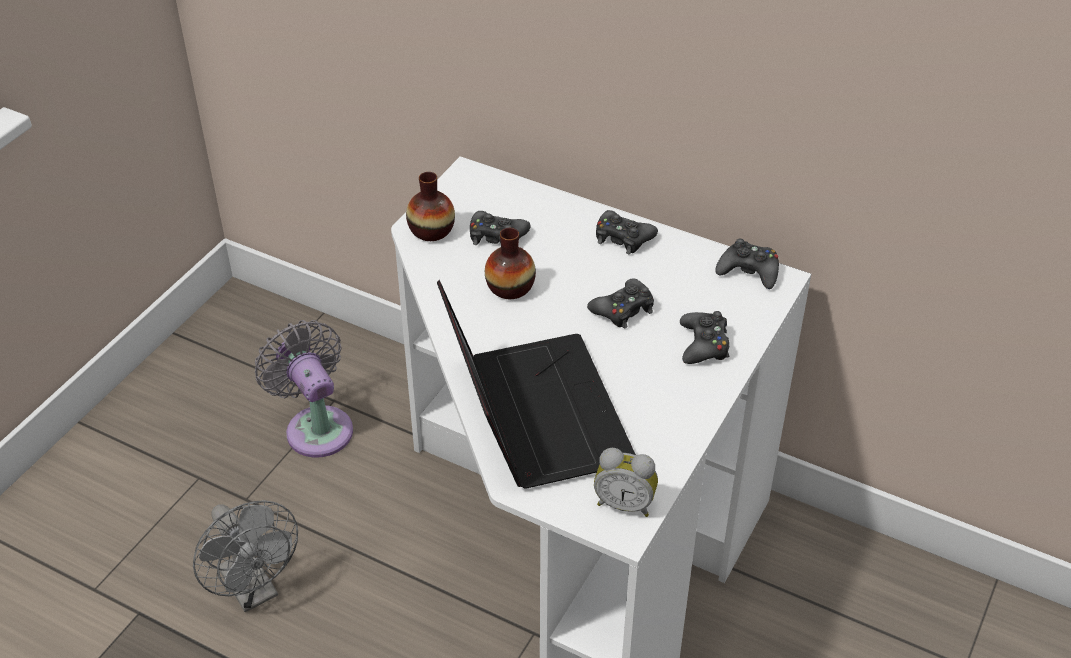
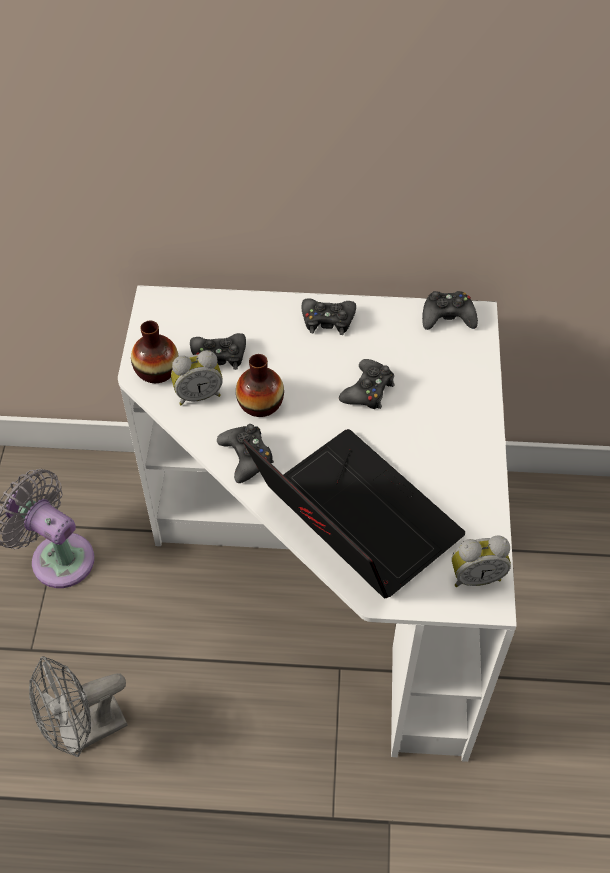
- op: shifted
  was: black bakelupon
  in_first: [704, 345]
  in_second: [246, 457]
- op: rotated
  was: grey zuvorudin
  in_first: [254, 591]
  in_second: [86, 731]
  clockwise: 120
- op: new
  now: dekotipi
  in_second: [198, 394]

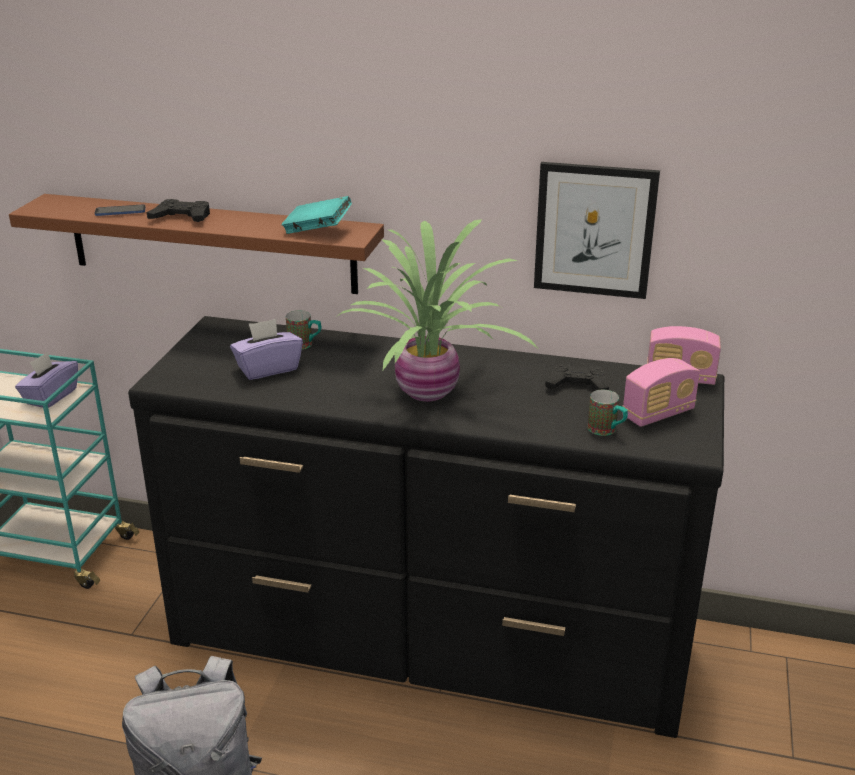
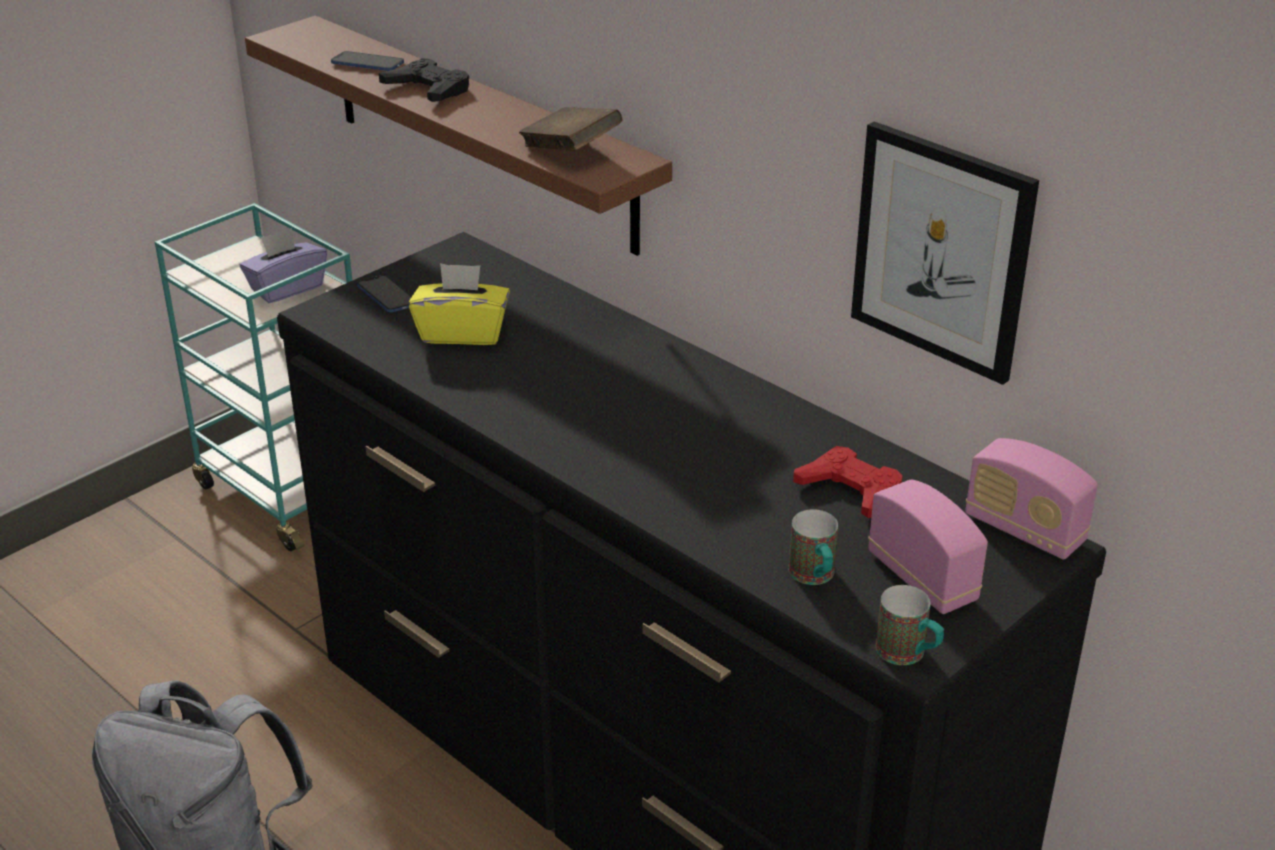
- op: repainted
  was: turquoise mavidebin
  now: brown mavidebin
  in_first: [317, 230]
  in_second: [570, 151]
- op: gone
  was: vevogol
  in_first: [429, 393]
- op: shifted
  was: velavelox
  in_first: [305, 345]
  in_second: [908, 655]
- op: repainted
  was: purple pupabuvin
  now: yellow pupabuvin
  in_first: [268, 368]
  in_second: [462, 333]
- op: rotated
  was: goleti
  in_first: [658, 414]
  in_second: [922, 578]
  clockwise: -120
- op: repainted
  was: black bakelupon
  now: red bakelupon
  in_first: [577, 385]
  in_second: [850, 490]
- op: new
  now: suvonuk
  in_second: [387, 296]

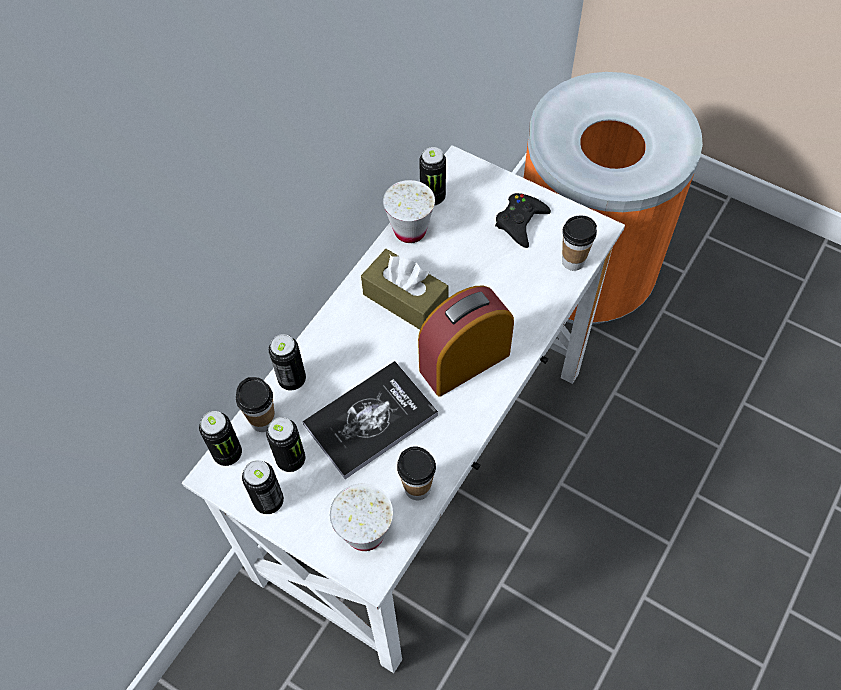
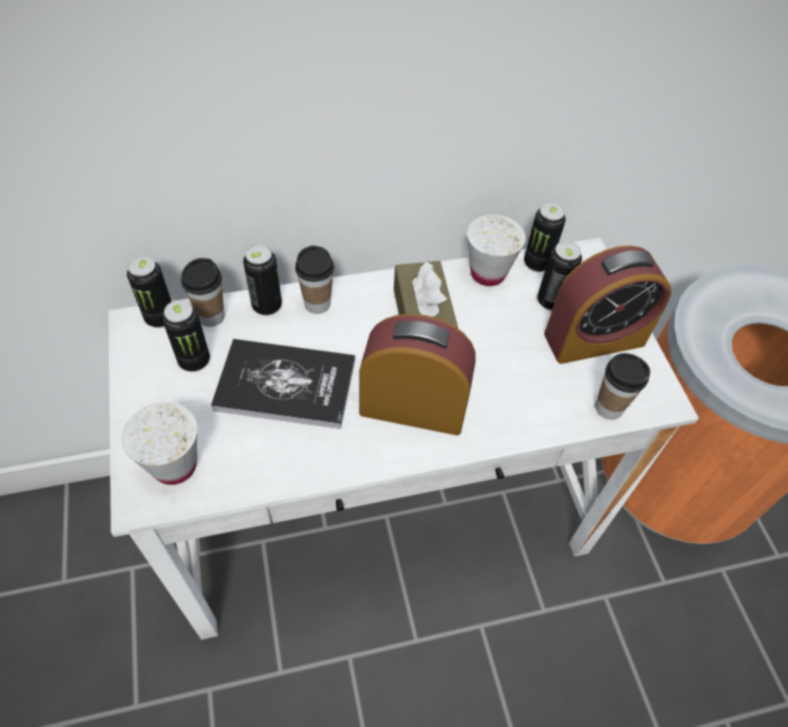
- op: swapped
  was: black bakelupon
  now: dekotipi
  in_first: [520, 222]
  in_second: [594, 339]
- op: shifted
  was: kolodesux
  in_first: [417, 488]
  in_second: [317, 304]
- op: shifted
  was: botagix
  in_first: [269, 501]
  in_second: [551, 301]

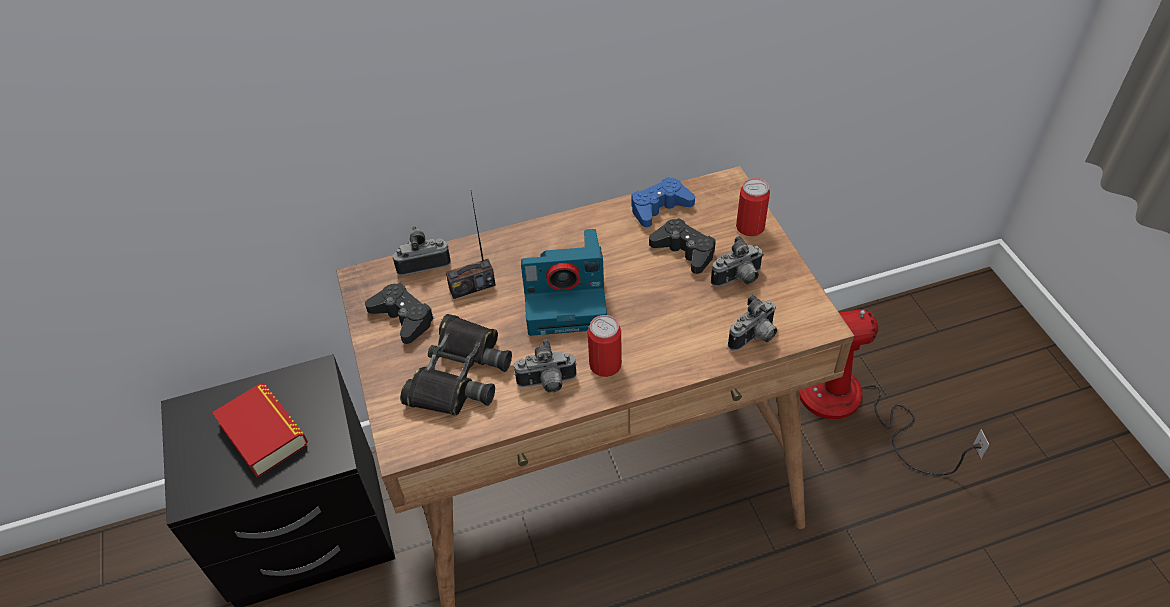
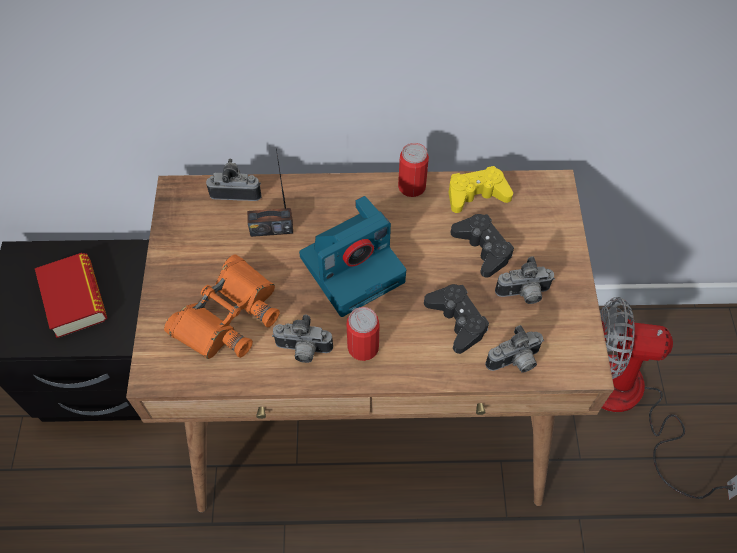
- op: repainted
  was: blue bakelupon
  now: yellow bakelupon
  in_first: [659, 208]
  in_second: [476, 194]
- op: shifted
  was: botagix
  in_first: [750, 227]
  in_second: [412, 186]
- op: rotated
  was: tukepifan
  in_first: [567, 299]
  in_second: [353, 267]
  clockwise: -45
- op: shifted
  was: black bakelupon
  in_first: [403, 318]
  in_second: [457, 320]
- op: repainted
  was: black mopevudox
  now: orange mopevudox
  in_first: [459, 374]
  in_second: [228, 316]

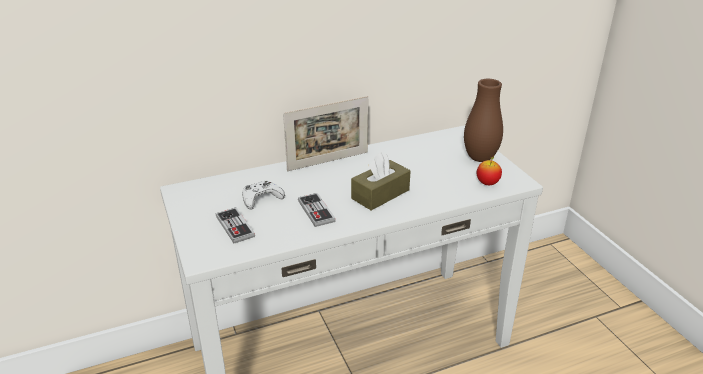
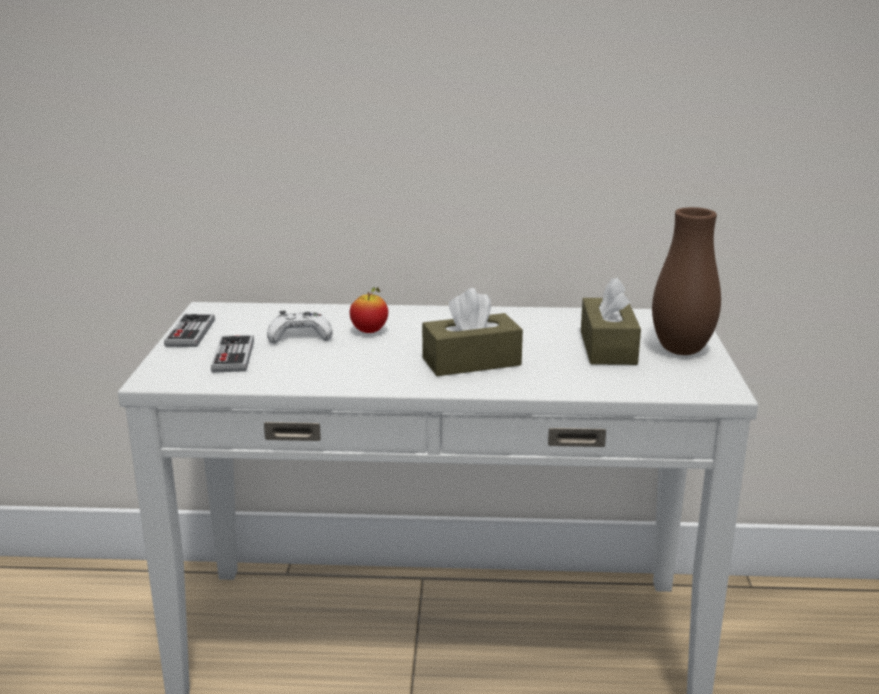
- op: gone
  was: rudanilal
  in_first: [328, 161]
- op: shifted
  was: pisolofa
  in_first: [487, 183]
  in_second: [369, 331]
- op: shifted
  was: bakelupon
  in_first: [316, 211]
  in_second: [190, 333]
- op: new
  now: brown pupabuvin
  in_second: [608, 347]

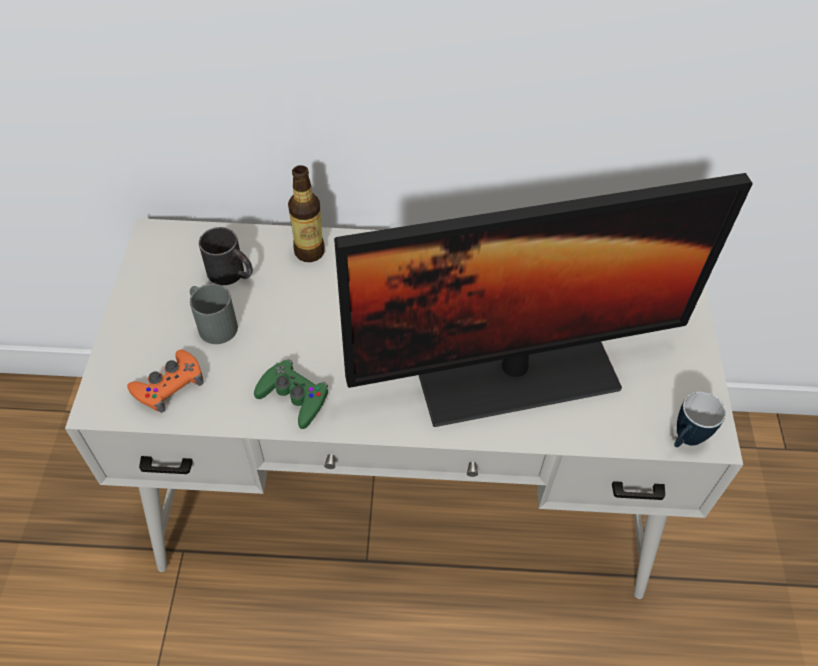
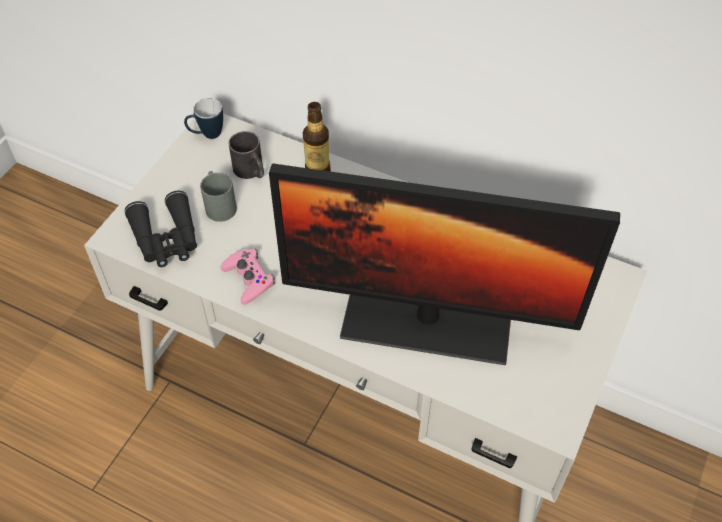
- op: swapped
  was: orange bakelupon
  now: black mopevudox
  in_first: [169, 385]
  in_second: [166, 239]
- op: repainted
  was: green bakelupon
  now: pink bakelupon
  in_first: [293, 397]
  in_second: [249, 279]
- op: shifted
  was: velavelox
  in_first: [684, 440]
  in_second: [207, 135]

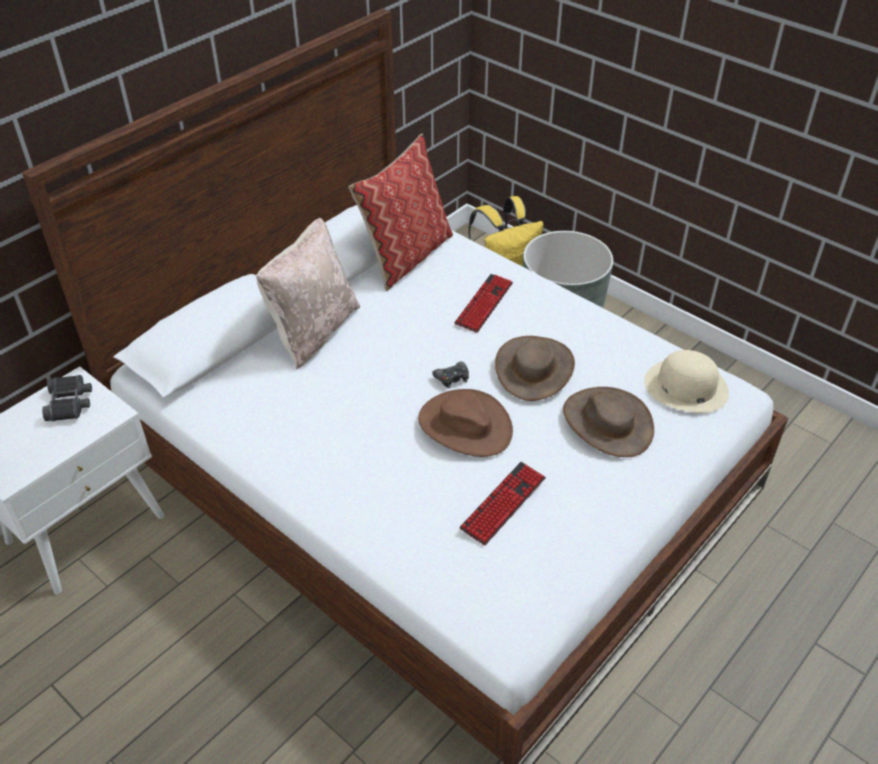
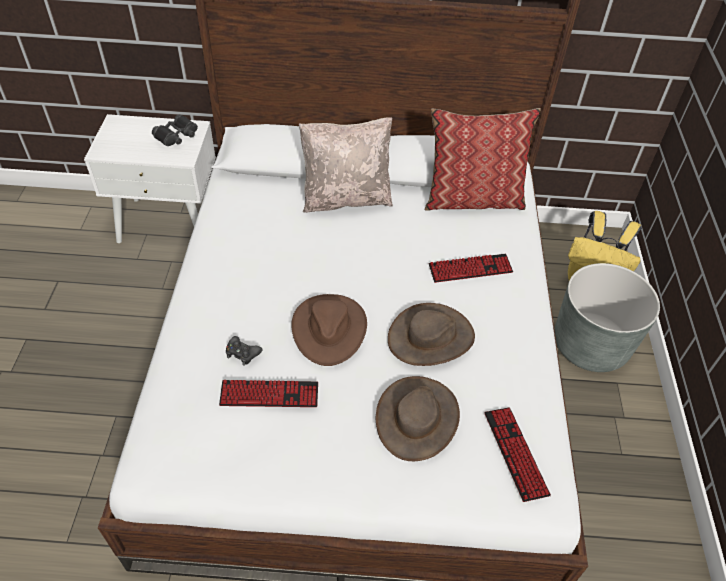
- op: swapped
  was: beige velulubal
  now: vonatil
  in_first: [685, 386]
  in_second: [515, 453]
- op: shifted
  was: black bakelupon
  in_first: [452, 378]
  in_second: [242, 353]

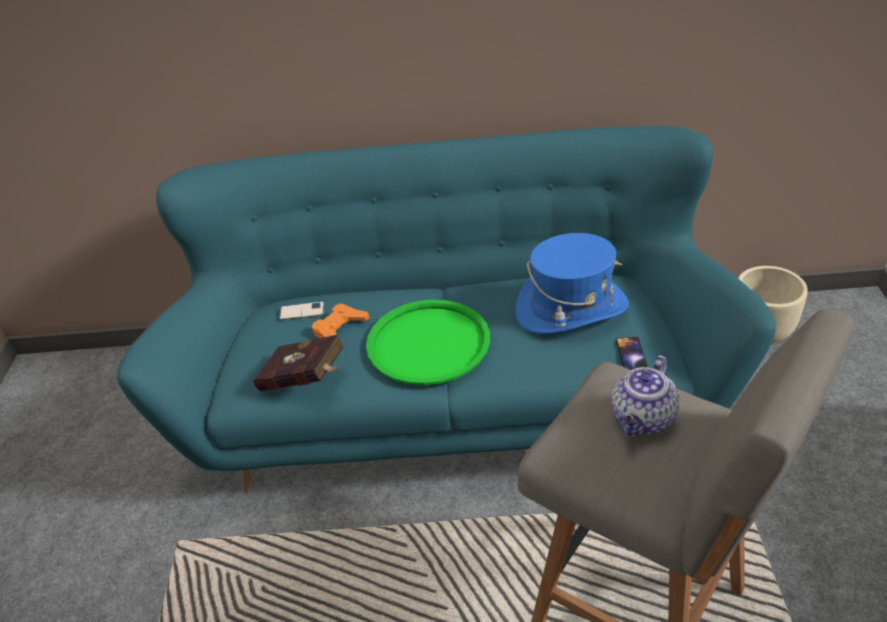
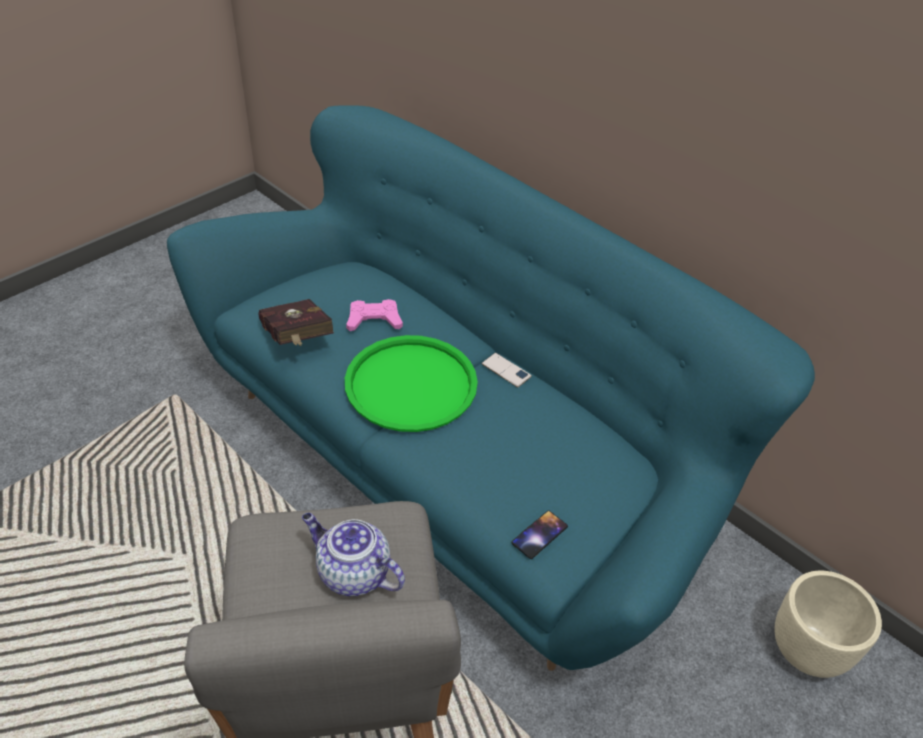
- op: gone
  was: blue velulubal
  in_first: [571, 309]
- op: shifted
  was: suvonuk
  in_first: [302, 311]
  in_second: [506, 370]
- op: repainted
  was: orange bakelupon
  now: pink bakelupon
  in_first: [339, 328]
  in_second: [374, 320]
- op: rotated
  was: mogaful
  in_first: [643, 420]
  in_second: [352, 573]
  clockwise: 45

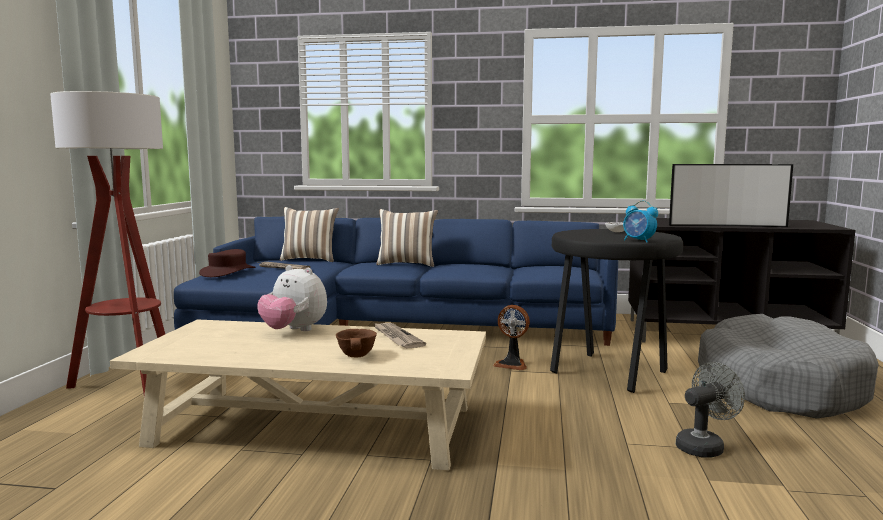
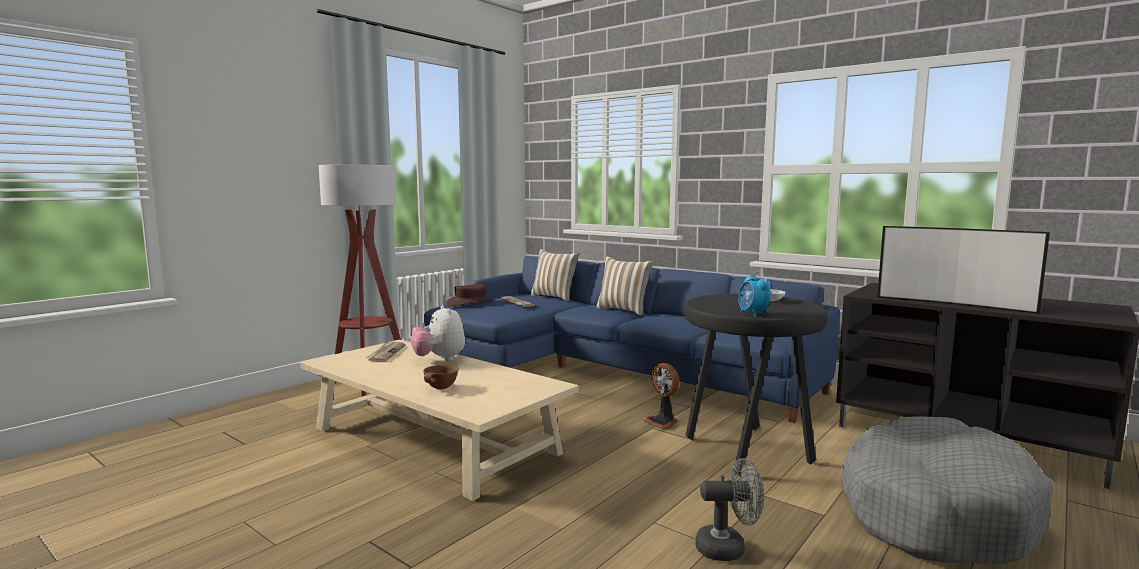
- op: shifted
  was: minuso
  in_first: [396, 337]
  in_second: [386, 353]

